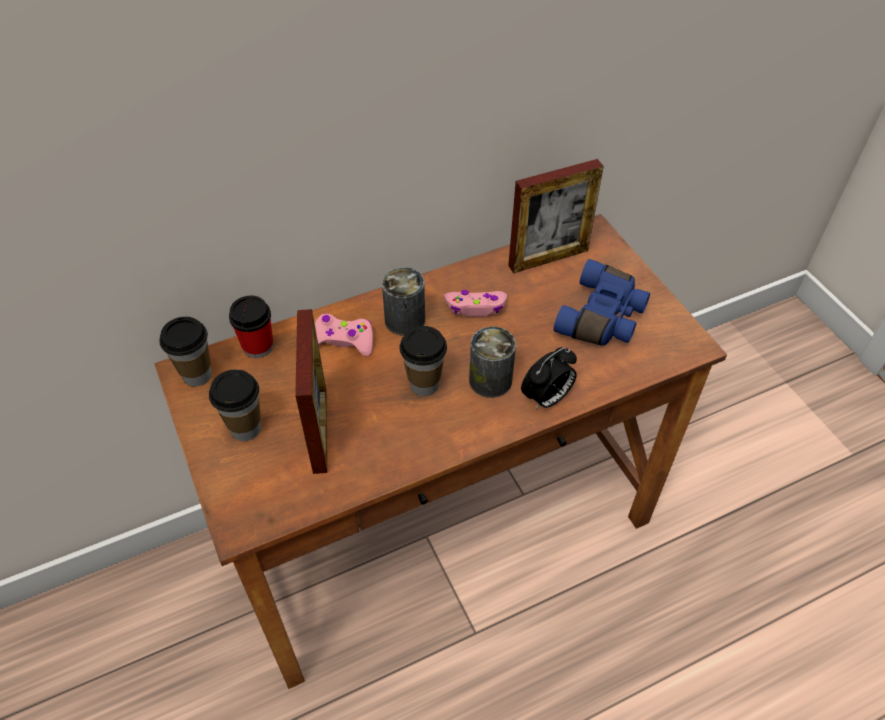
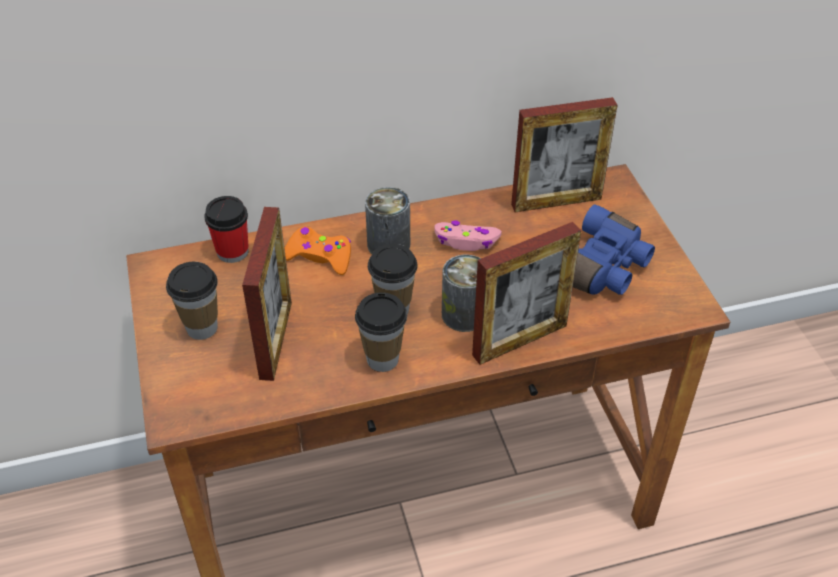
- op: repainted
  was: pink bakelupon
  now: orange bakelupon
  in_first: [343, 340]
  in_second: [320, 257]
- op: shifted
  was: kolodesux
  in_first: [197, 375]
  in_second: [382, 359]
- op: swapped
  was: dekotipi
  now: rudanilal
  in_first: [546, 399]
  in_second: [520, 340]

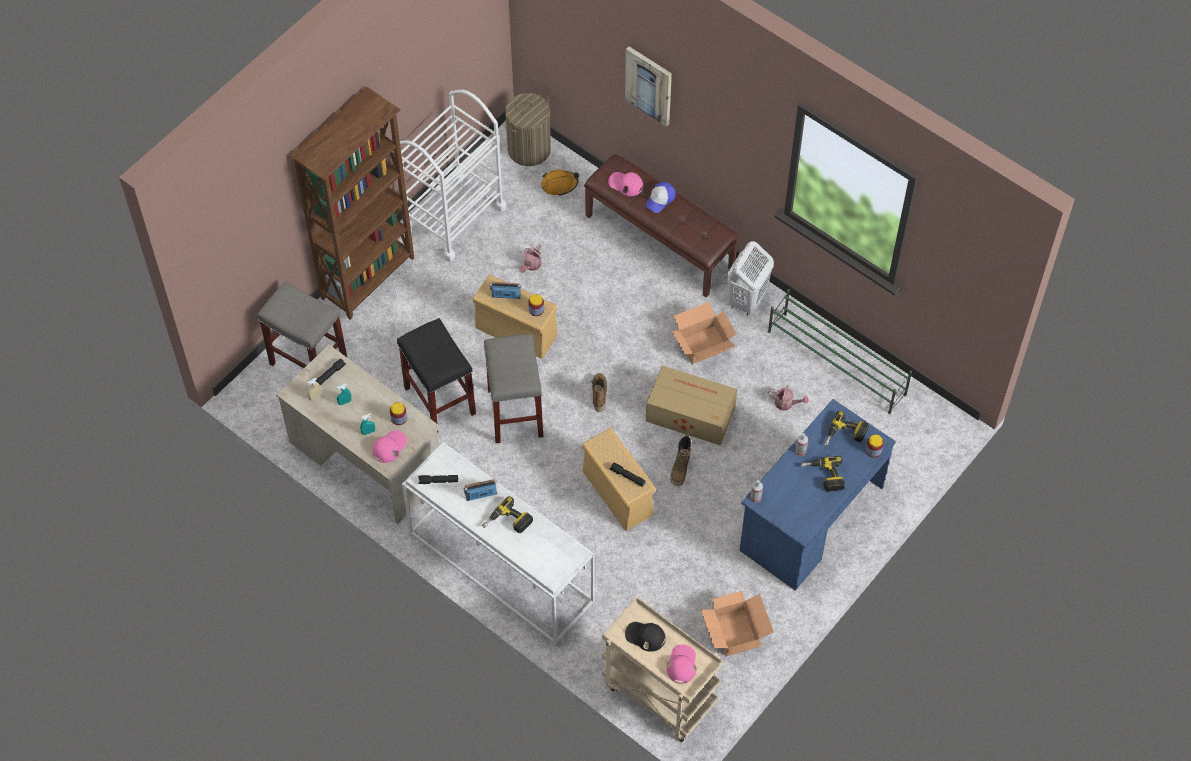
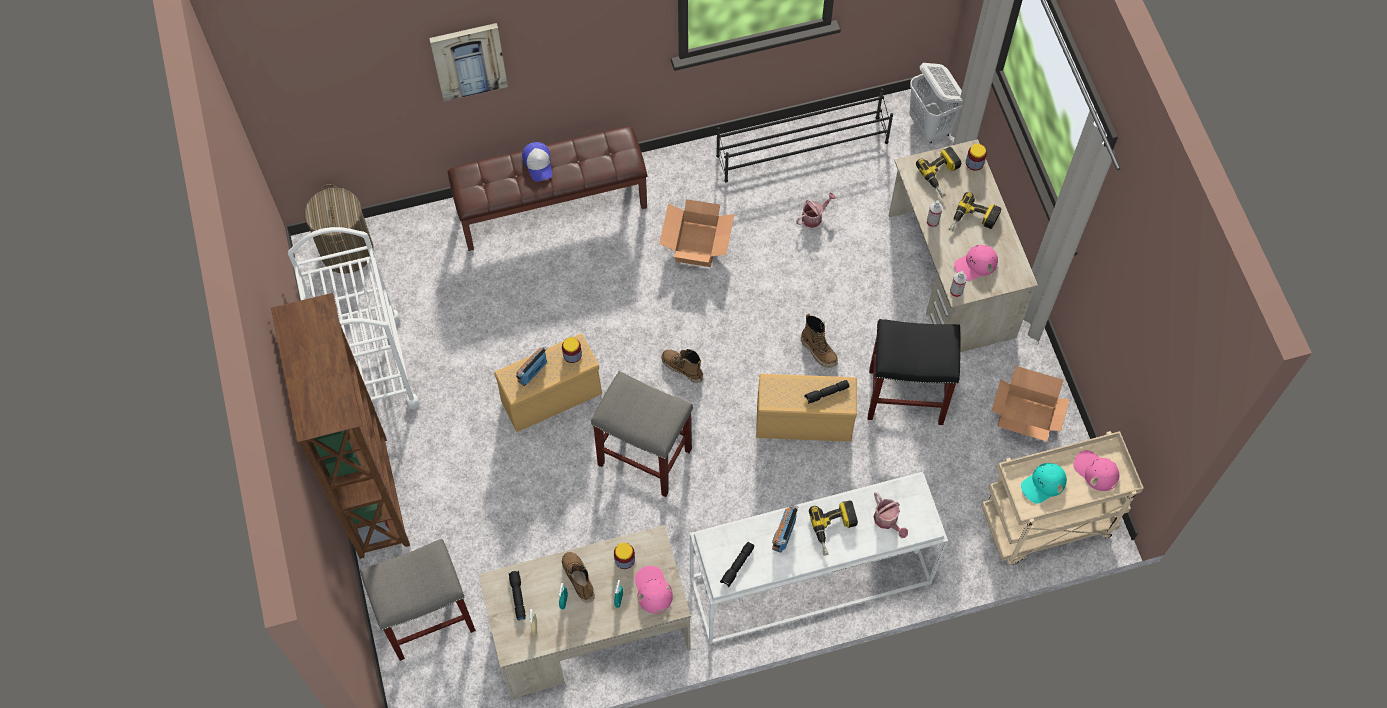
- op: gone
  was: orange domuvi
  in_first: [559, 184]
- op: shifted
  was: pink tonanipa
  in_first: [625, 184]
  in_second: [975, 264]
- op: shifted
  was: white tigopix
  in_first: [746, 300]
  in_second: [930, 126]
- op: shifted
  was: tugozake
  in_first: [531, 265]
  in_second: [887, 521]
- op: repainted
  was: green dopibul
  now: black dopibul
  in_first: [837, 363]
  in_second: [803, 149]
- op: shifted
  was: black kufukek
  in_first: [441, 401]
  in_second: [907, 396]
- op: gone
  was: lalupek
  in_first: [689, 413]
- op: repainted
  was: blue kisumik
  now: beige kisumik
  in_first: [811, 519]
  in_second: [951, 276]
- op: repainted
  was: black tonanipa
  now: turquoise tonanipa
  in_first: [645, 636]
  in_second: [1043, 484]
- op: new
  now: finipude
  in_second: [578, 579]

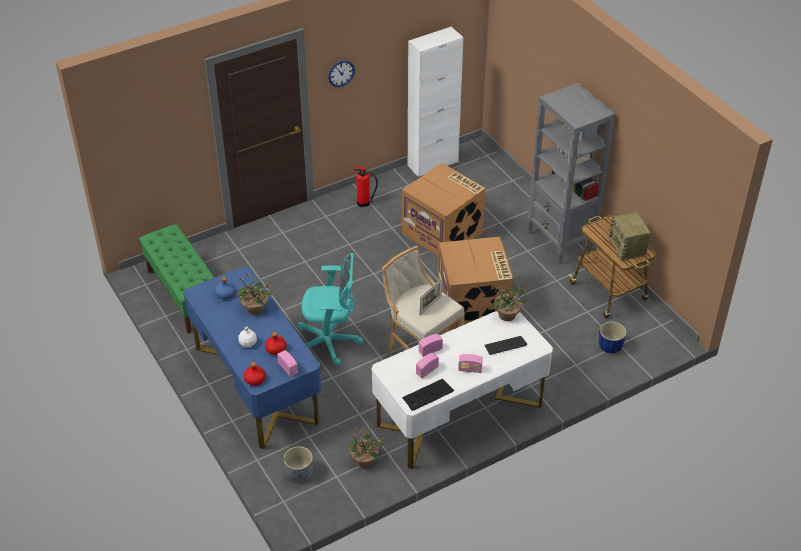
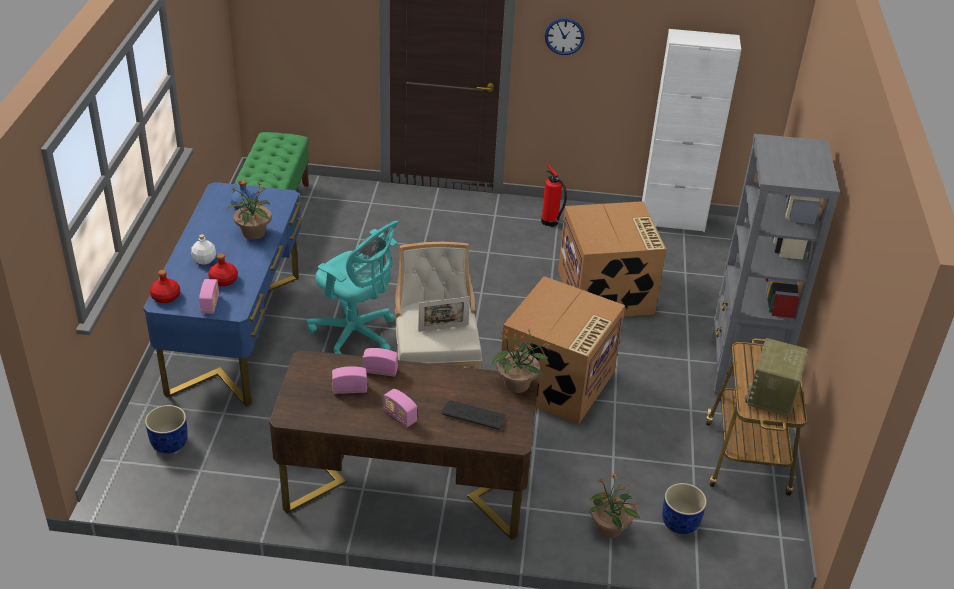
- op: repainted
  was: white kisumik
  now: brown kisumik
  in_first: [460, 415]
  in_second: [406, 489]
- op: gone
  was: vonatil
  in_first: [428, 395]
- op: shifted
  was: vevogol
  in_first: [365, 461]
  in_second: [609, 529]
- op: repainted
  was: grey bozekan
  now: blue bozekan
  in_first: [299, 473]
  in_second: [169, 443]

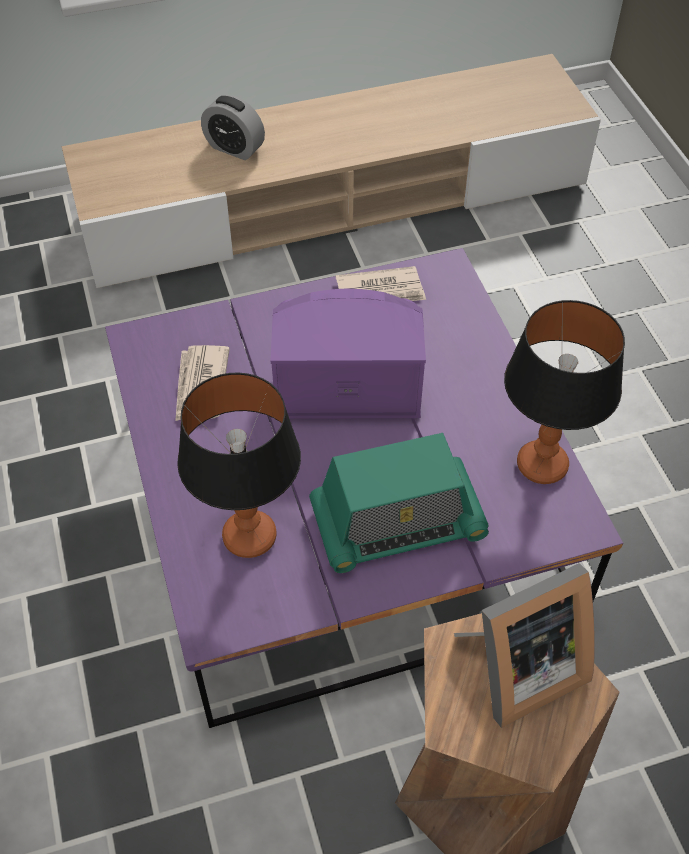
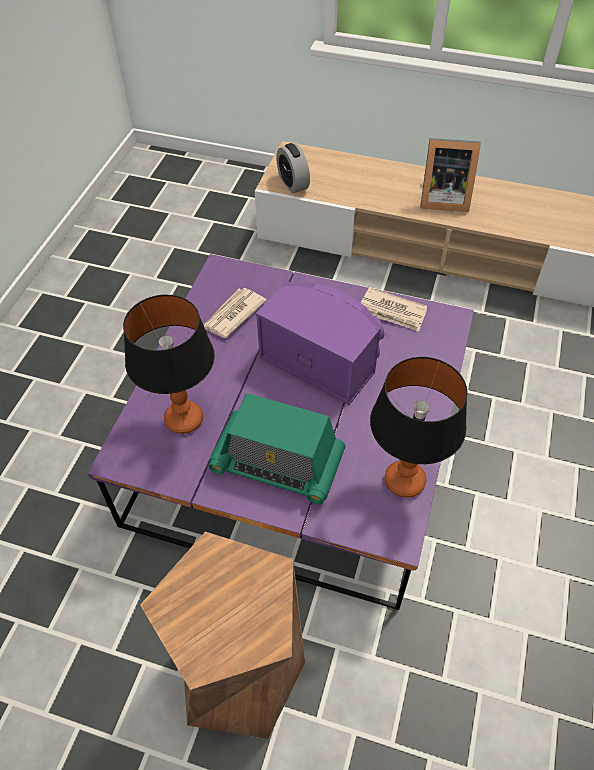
- op: shifted
  was: dekotipi
  in_first: [234, 148]
  in_second: [293, 183]
- op: shifted
  was: rudanilal
  in_first: [517, 670]
  in_second: [442, 199]

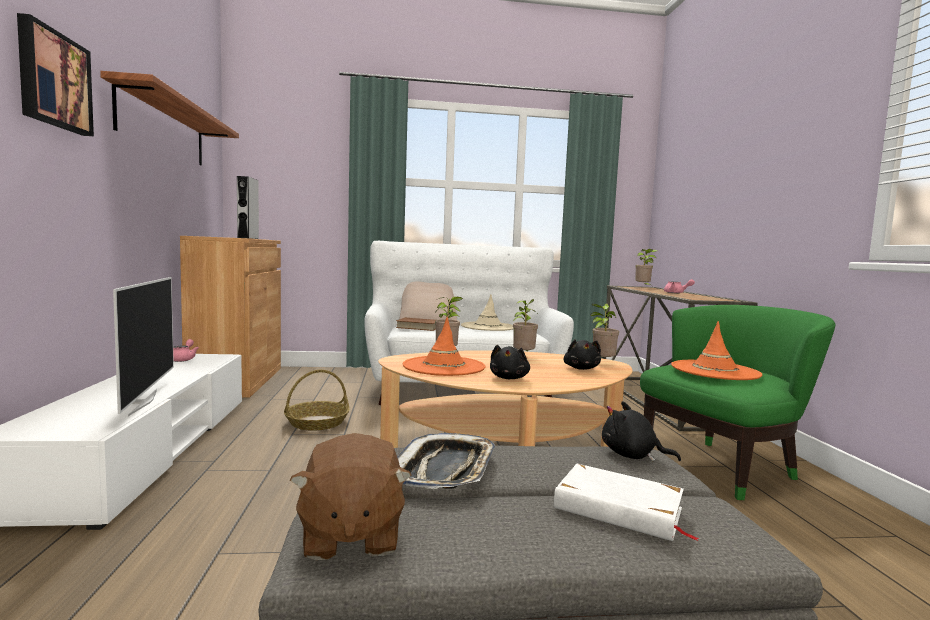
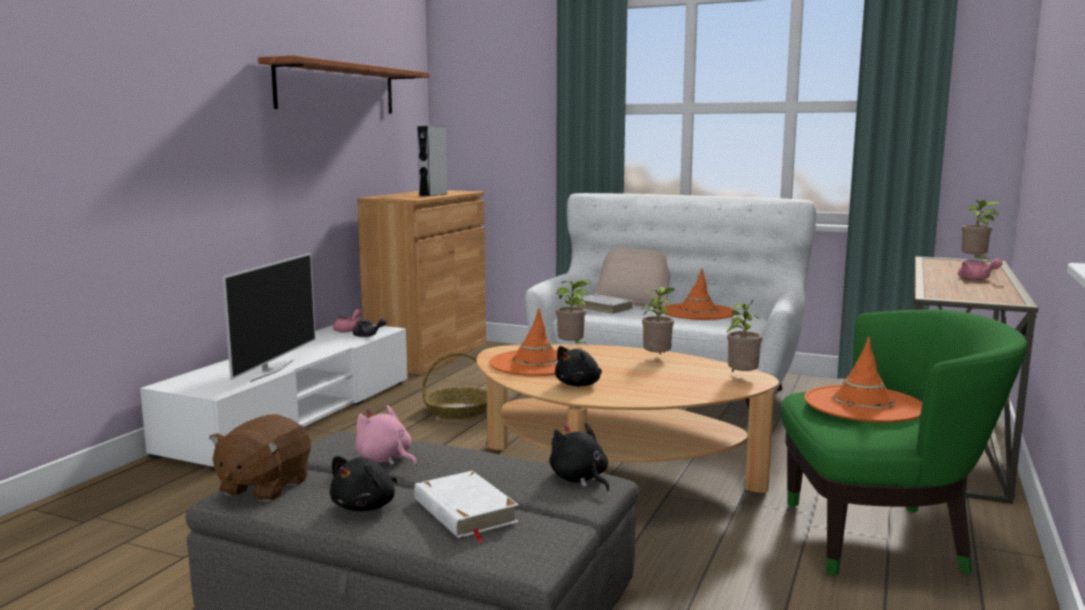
- op: gone
  was: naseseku
  in_first: [53, 80]
- op: repainted
  was: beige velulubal
  now: orange velulubal
  in_first: [488, 327]
  in_second: [697, 312]
- op: repainted
  was: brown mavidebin
  now: white mavidebin
  in_first: [418, 327]
  in_second: [603, 308]
- op: shifted
  was: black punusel
  in_first: [581, 368]
  in_second: [366, 506]
- op: swapped
  was: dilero
  now: pink punusel
  in_first: [445, 470]
  in_second: [386, 459]
- op: new
  now: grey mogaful
  in_second: [368, 336]

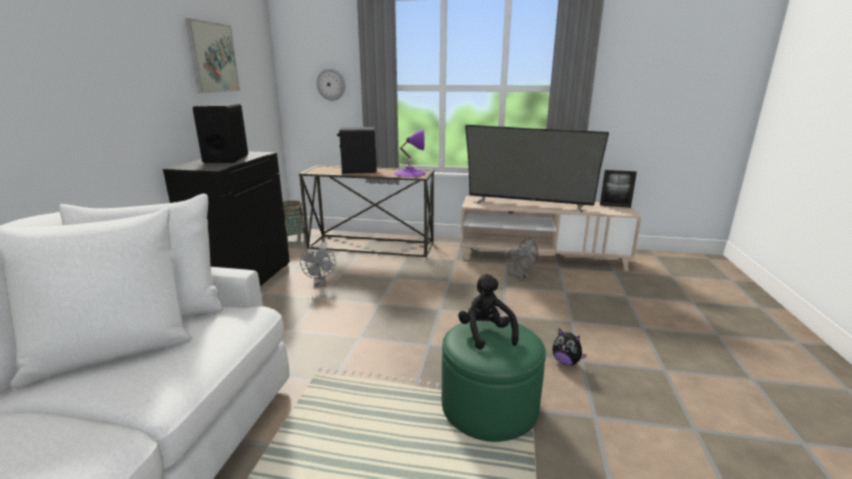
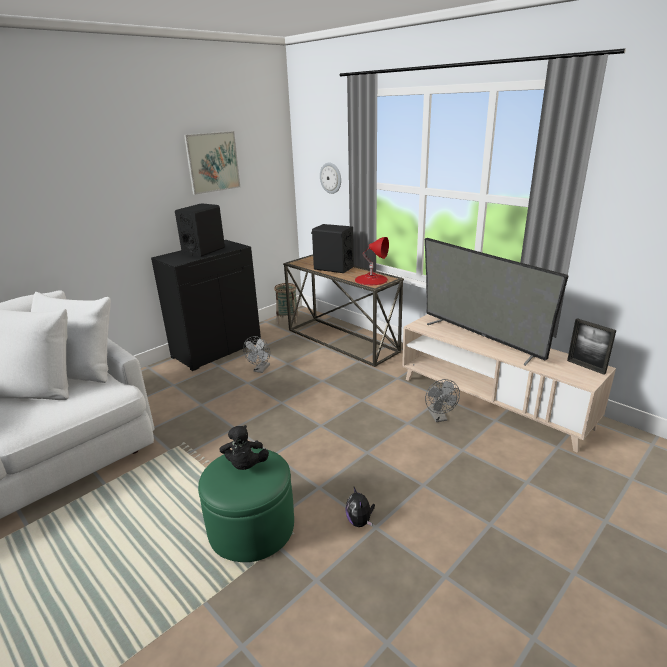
- op: repainted
  was: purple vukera
  now: red vukera
  in_first: [409, 173]
  in_second: [371, 279]
- op: rotated
  was: black punusel
  in_first: [486, 333]
  in_second: [245, 465]
  clockwise: 150

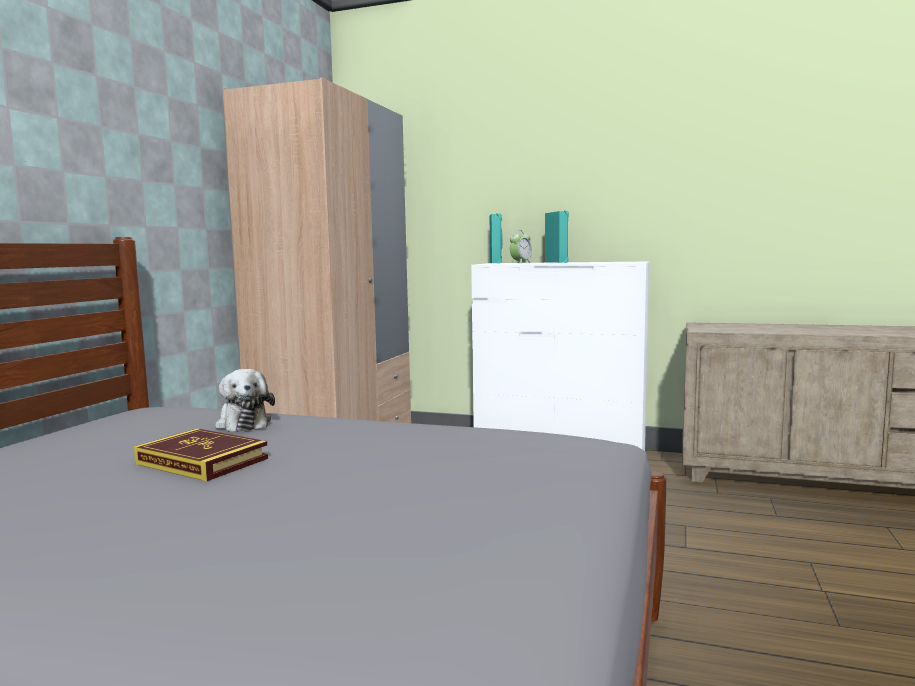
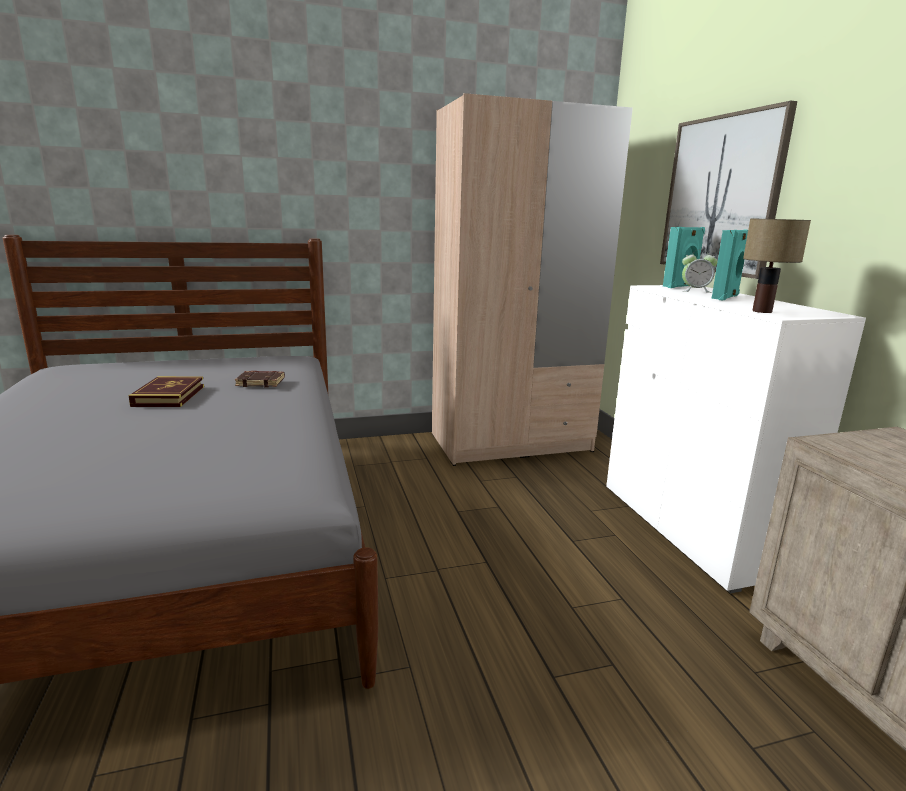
- op: swapped
  was: punusel
  now: brown mavidebin
  in_first: [243, 423]
  in_second: [261, 382]
- op: new
  now: naseseku
  in_second: [721, 195]
- op: new
  now: vukera
  in_second: [762, 311]

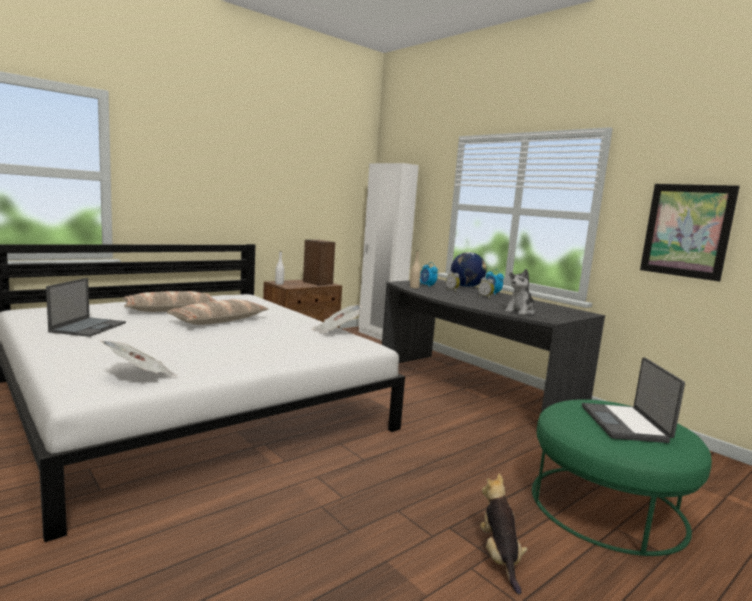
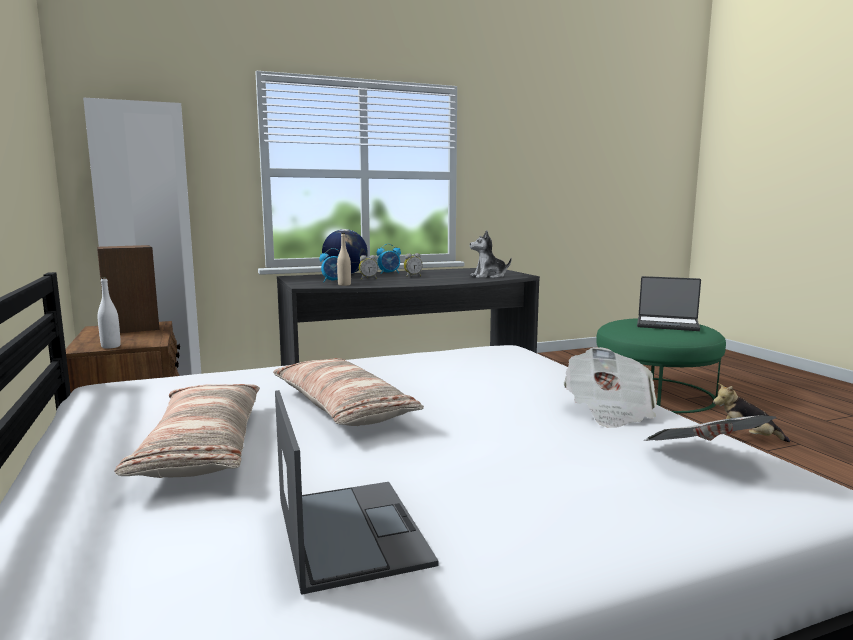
- op: gone
  was: naseseku
  in_first: [686, 230]
- op: rotated
  was: punusel
  in_first: [520, 312]
  in_second: [489, 276]
  clockwise: 105
- op: rotated
  was: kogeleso
  in_first: [89, 327]
  in_second: [349, 531]
  clockwise: 45
- op: shifted
  was: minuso
  in_first: [336, 331]
  in_second: [608, 411]

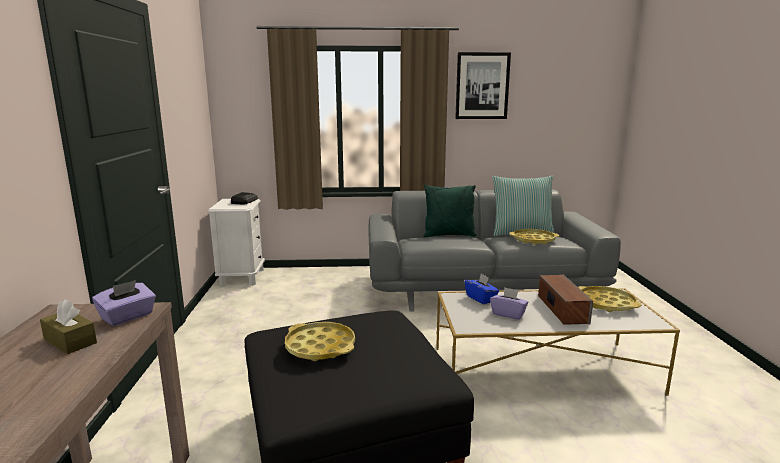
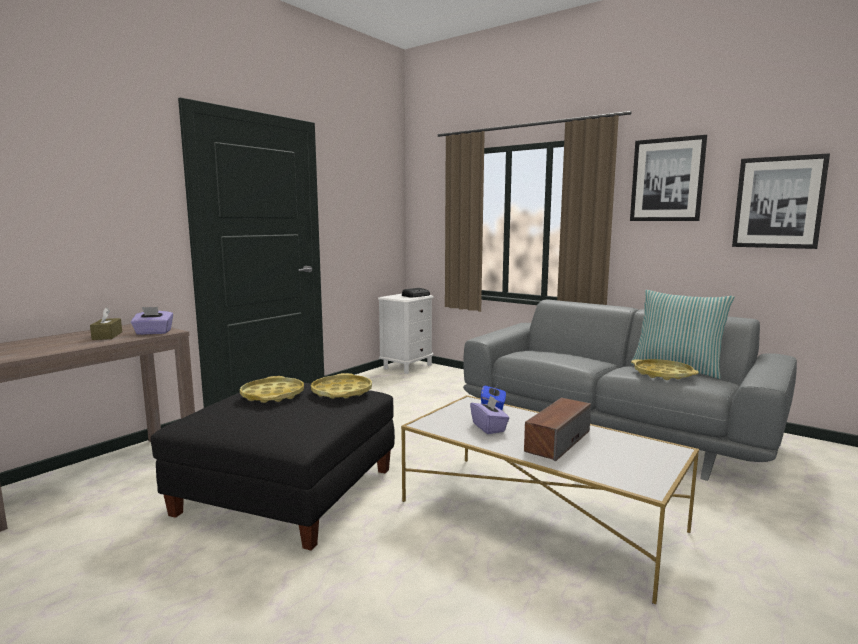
- op: gone
  was: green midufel
  in_first: [449, 235]
- op: shifted
  was: yellow dilero
  in_first: [606, 303]
  in_second: [341, 392]
- op: new
  now: naseseku
  in_second: [778, 202]

